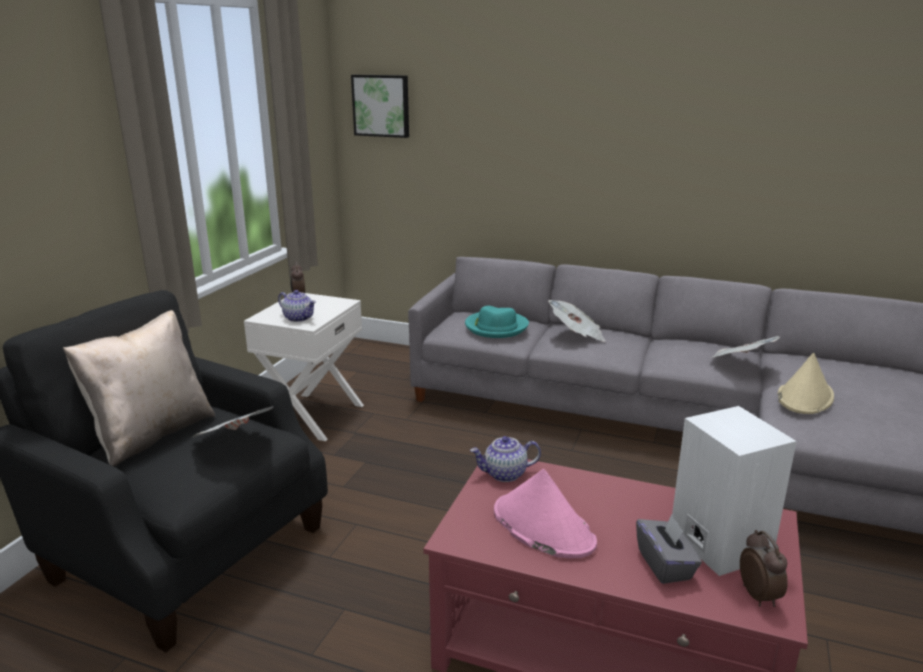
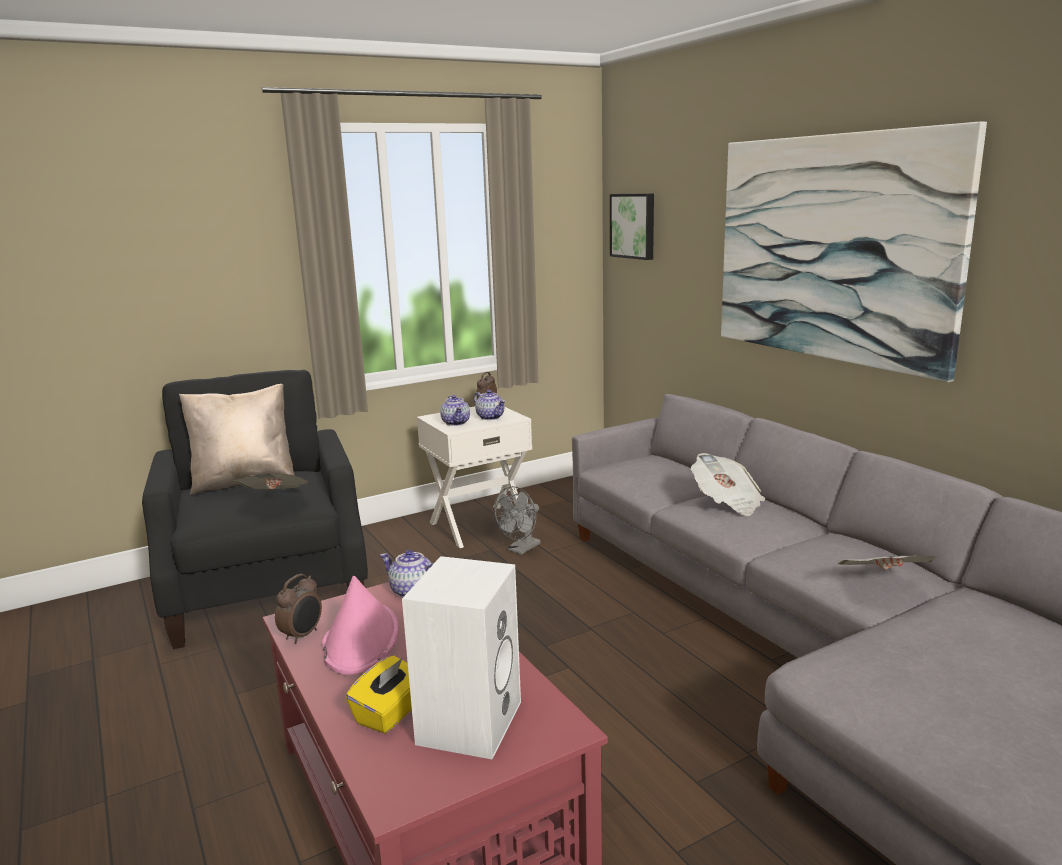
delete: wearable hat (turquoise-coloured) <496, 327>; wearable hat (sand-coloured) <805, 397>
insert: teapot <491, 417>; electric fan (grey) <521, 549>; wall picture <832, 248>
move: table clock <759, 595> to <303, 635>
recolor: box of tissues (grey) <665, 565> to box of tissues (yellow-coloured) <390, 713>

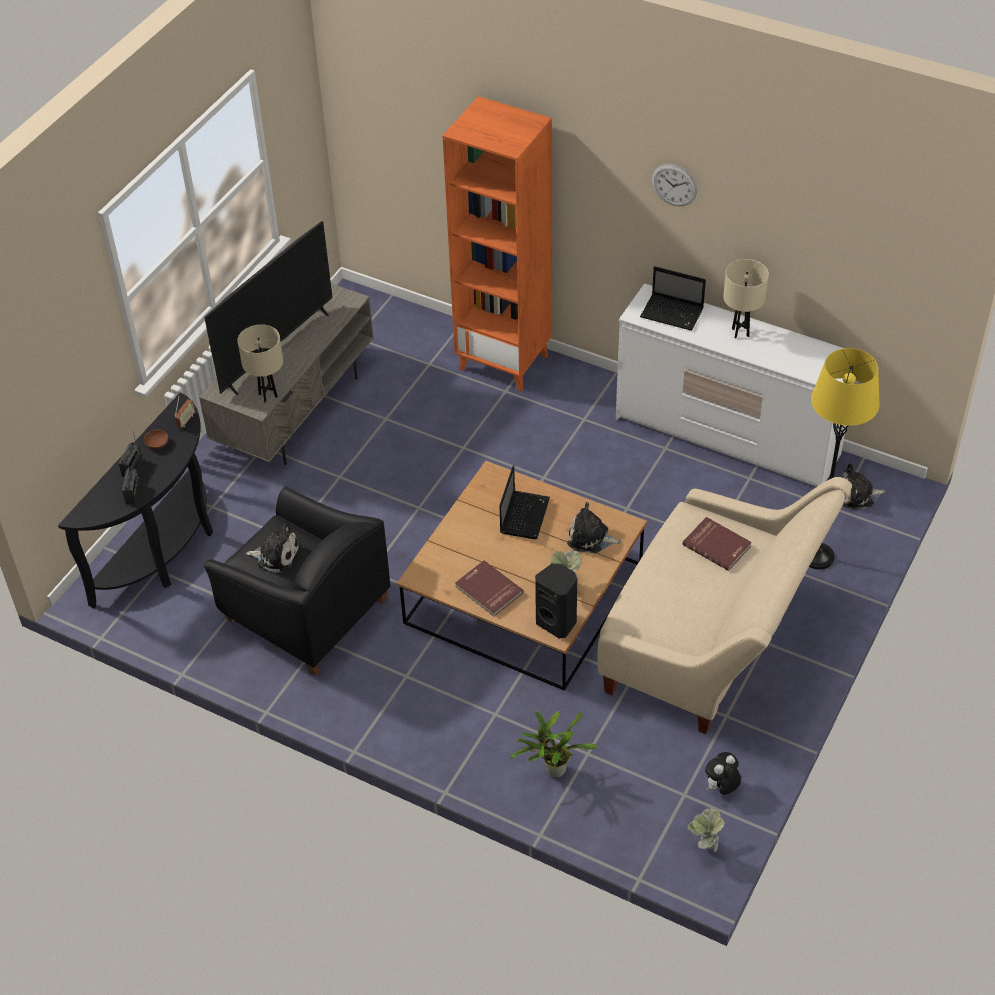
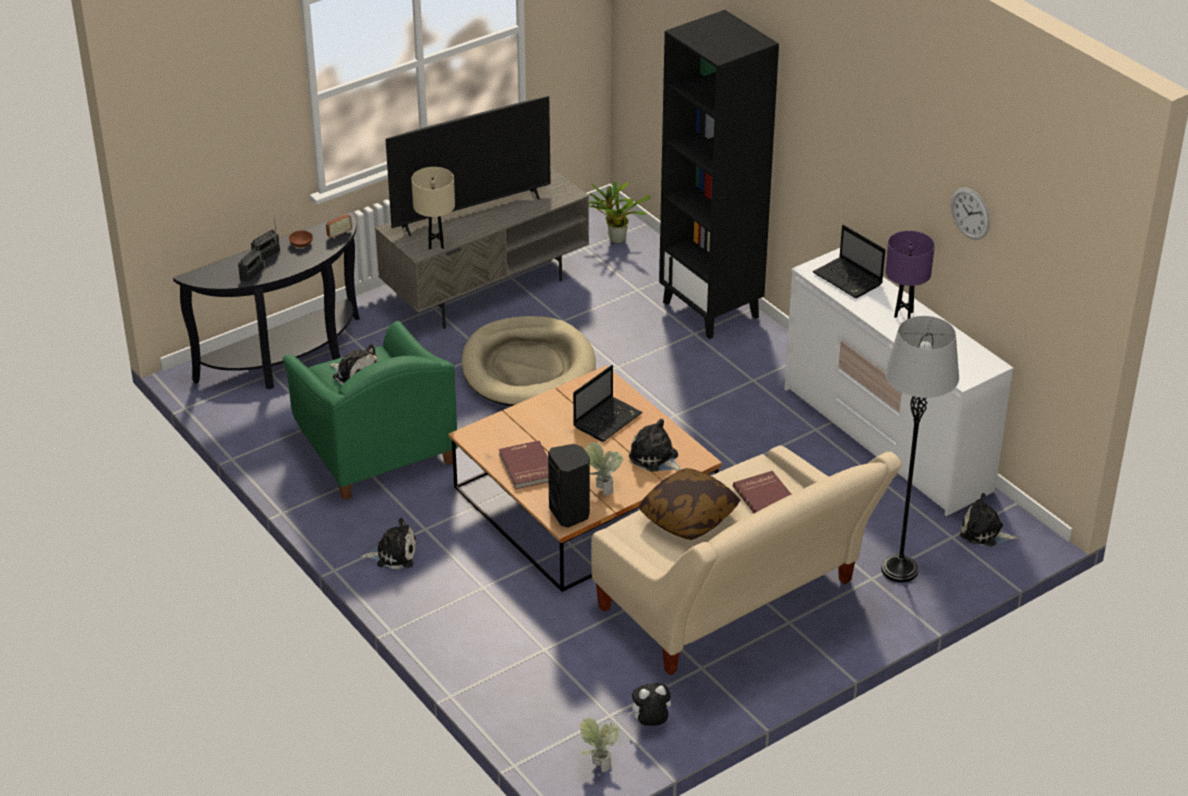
insert: plush toy <393, 554>; dog cushion (sand-coloured) <528, 368>; cushion <688, 517>
move: houseplant <552, 770> to <615, 239>; hanging clock <674, 185> to <970, 213>
recolor: armchair (black-coloured) <305, 611> to armchair (green) <373, 448>; bookcase (orange-coloured) <504, 362> to bookcase (black-coloured) <711, 310>; lamp for a table (sand-coloured) <740, 332> to lamp for a table (purple) <903, 314>; standing lamp (yellow-coloured) <817, 557> to standing lamp (grey) <899, 570>

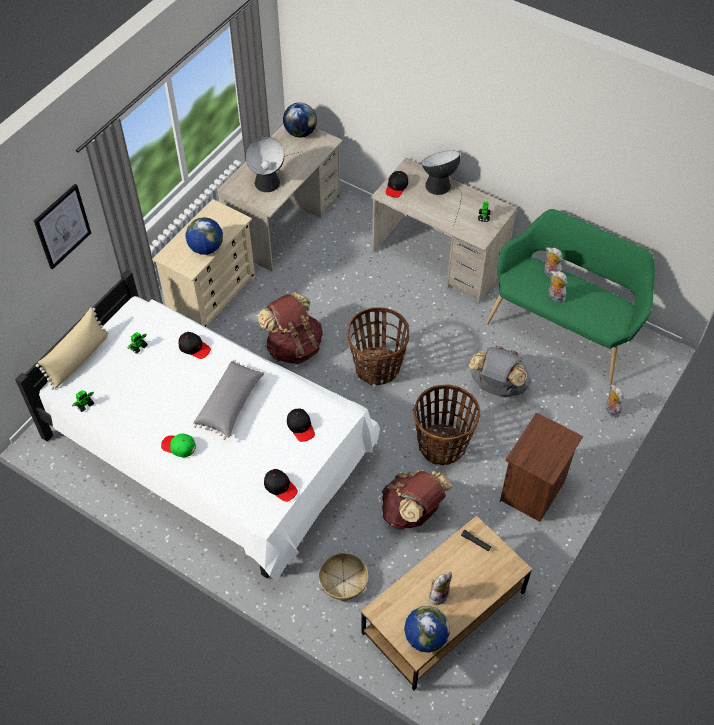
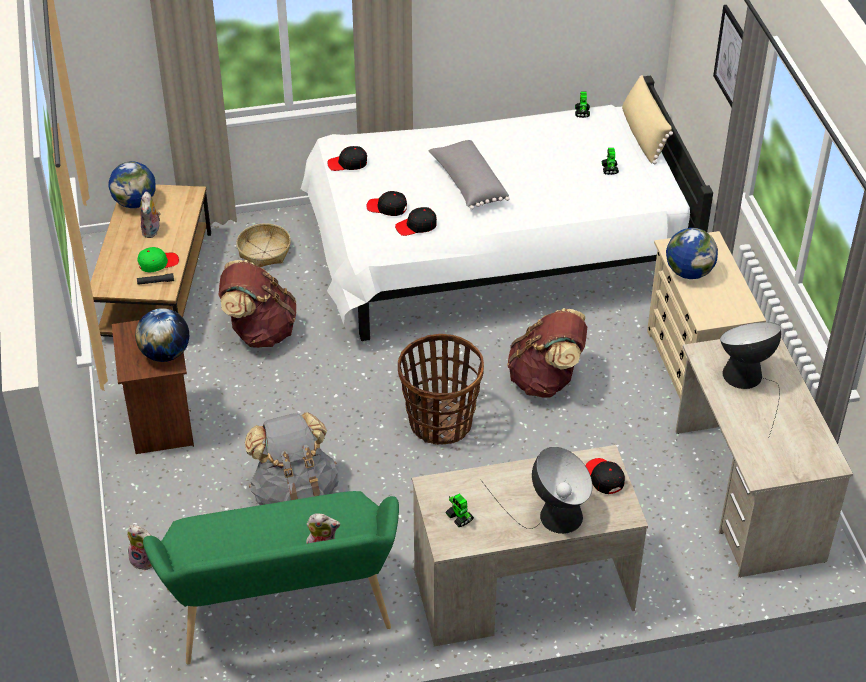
delete: basket <442, 445>; plush toy <554, 297>
move: cap (green) <179, 446> to <158, 263>; cap (black-coloured) <194, 347> to <416, 226>; globe <300, 133> to <165, 354>

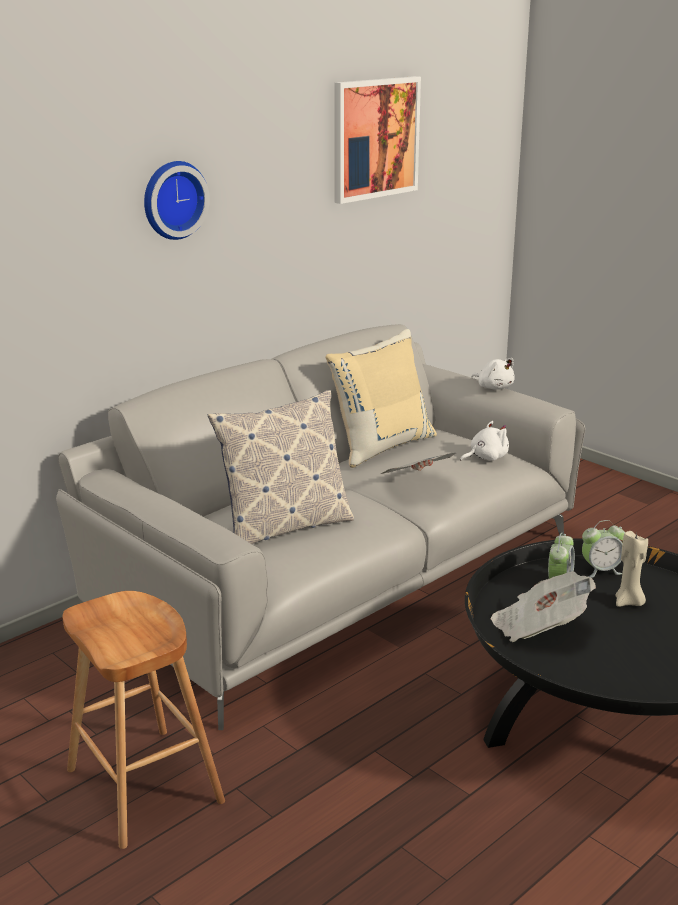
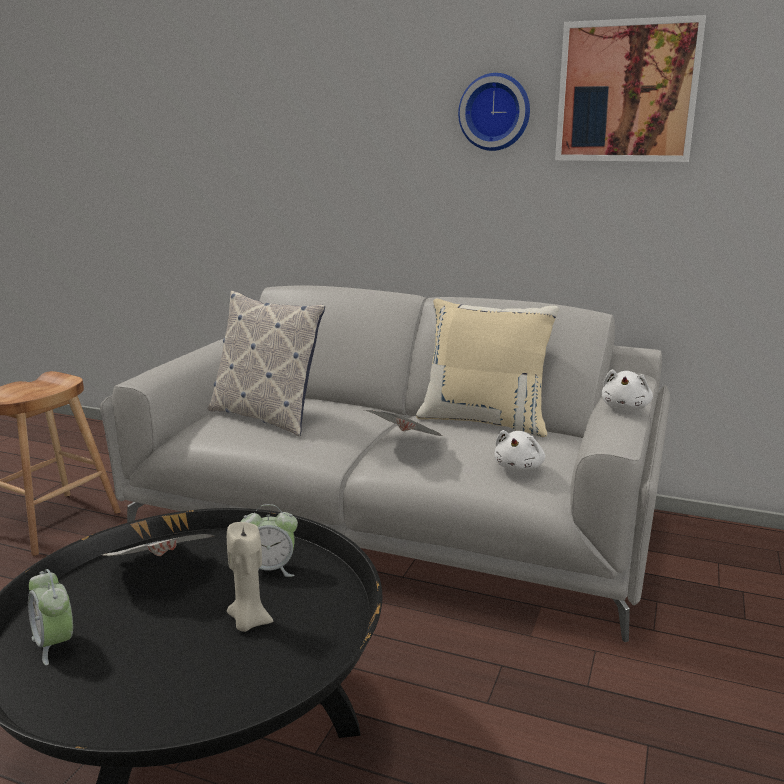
move: hanging clock <172, 199> to <495, 112>; table clock <600, 570> to <55, 645>
rotate: plush toy (white-coloured) <486, 457> = <519, 467> 75 degrees clockwise

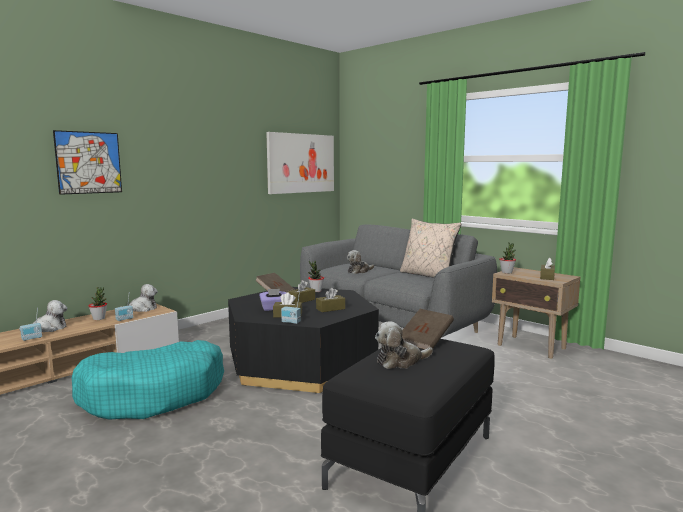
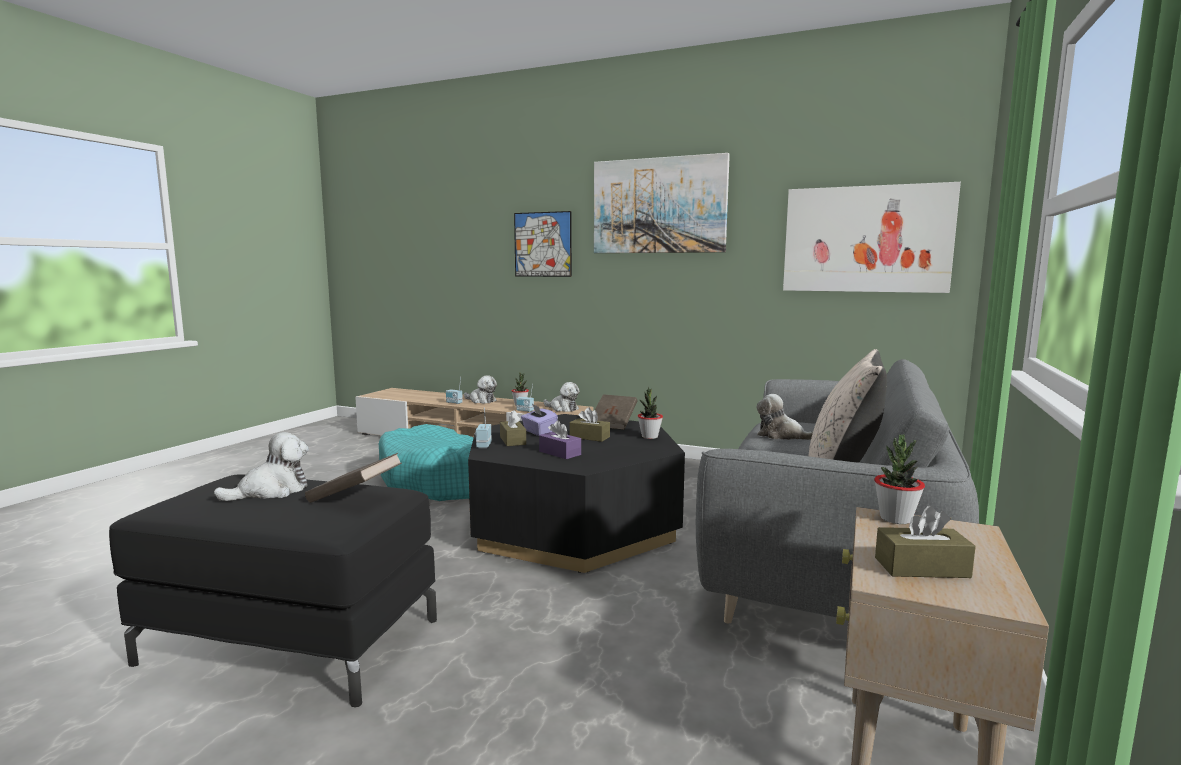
insert: wall picture <659, 206>
recolor: box of tissues (brown-coloured) <330, 309> to box of tissues (purple) <560, 453>
rotate: plush toy <400, 361> = <271, 491> 90 degrees clockwise

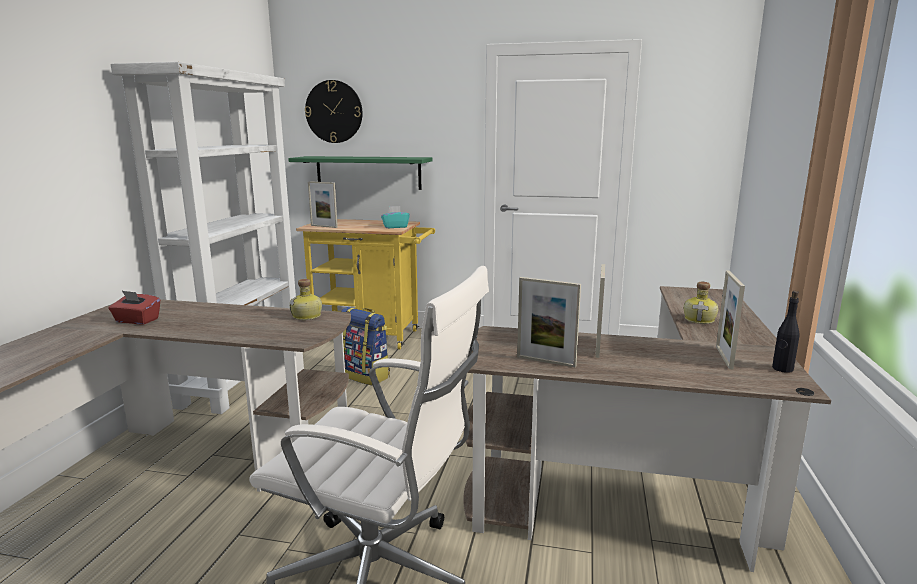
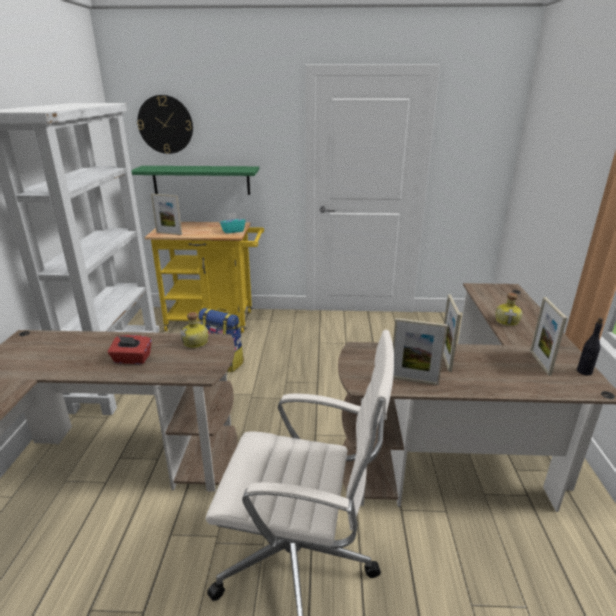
move: box of tissues (red-coloured) <137, 321> to <132, 359>

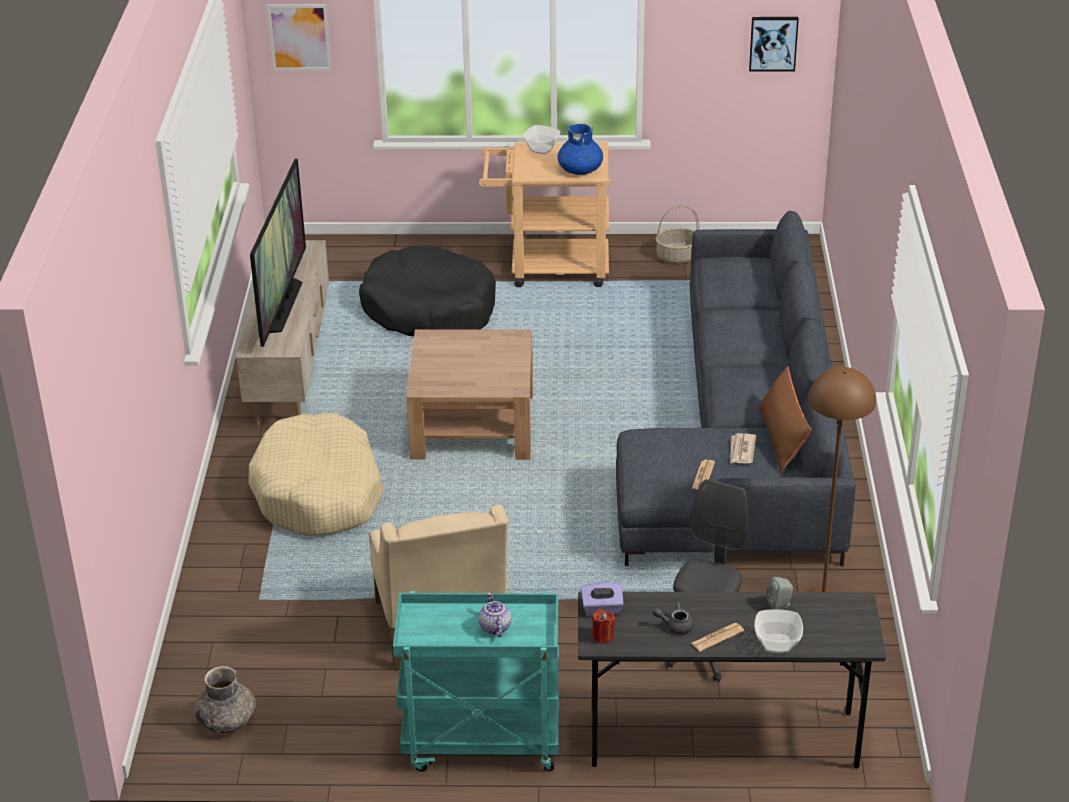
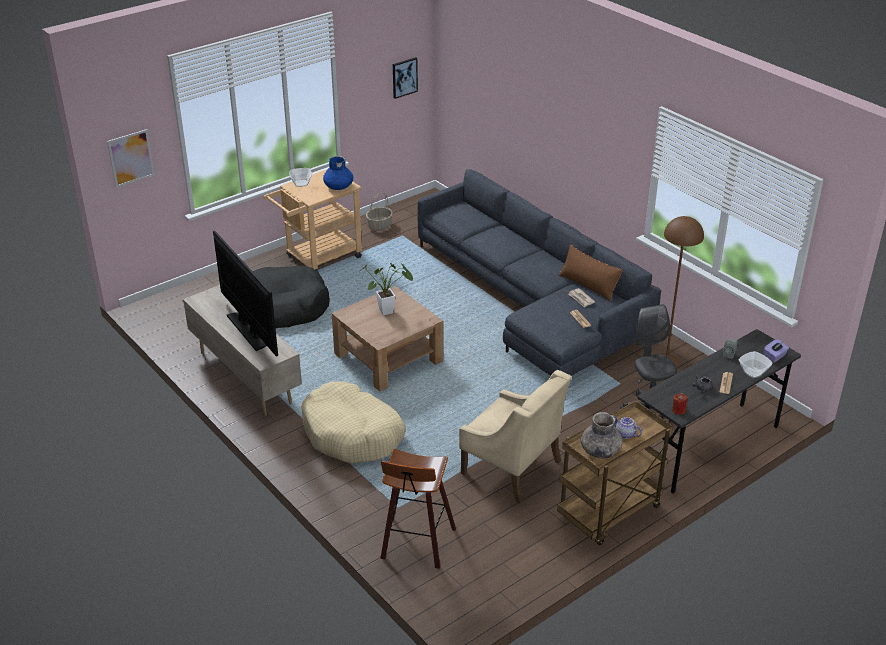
insert: houseplant <389, 311>; sitting stool <416, 545>
move: flower vase (grey) <227, 720> to <600, 450>; box of tissues (purple) <602, 609> to <774, 357>
recolor: wheeled cart (turquoise-coloured) <480, 744> to wheeled cart (brown-coloured) <609, 514>

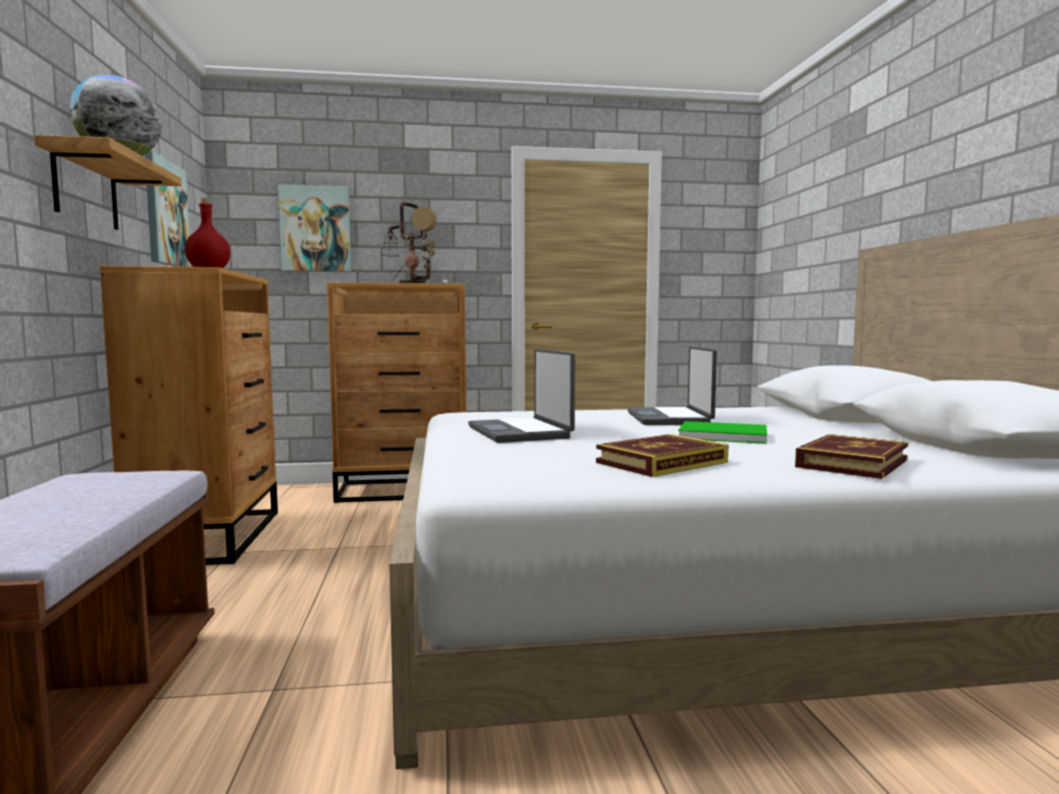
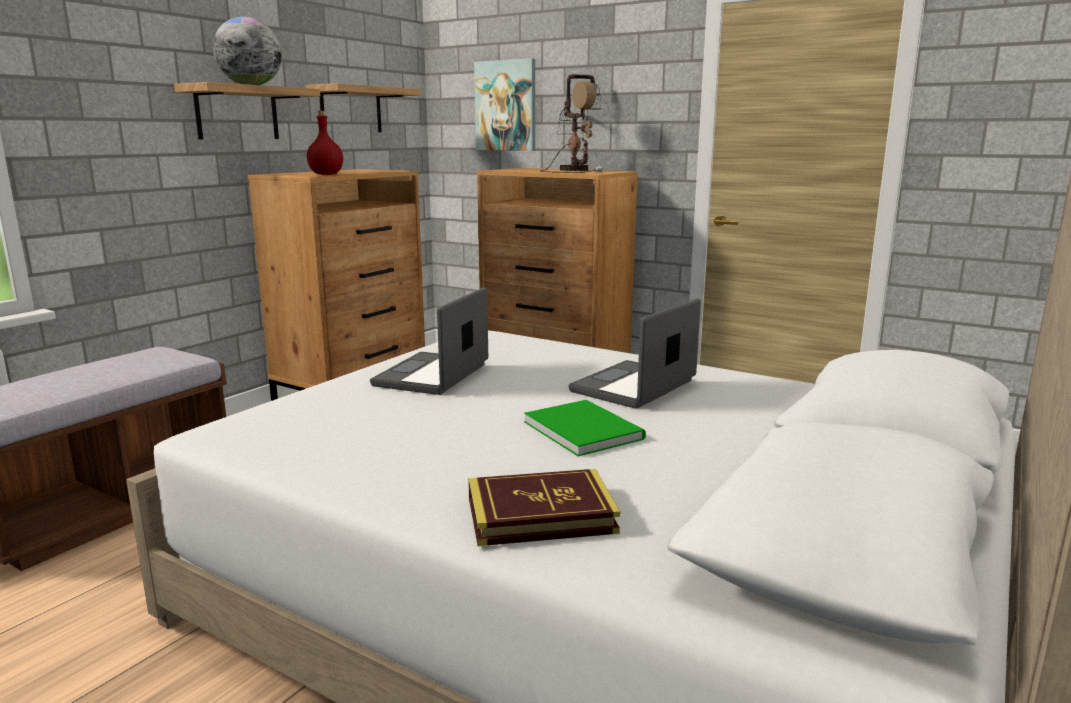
delete: book <662, 462>
replace: wall picture <165, 213> to bracket shelf <351, 110>

